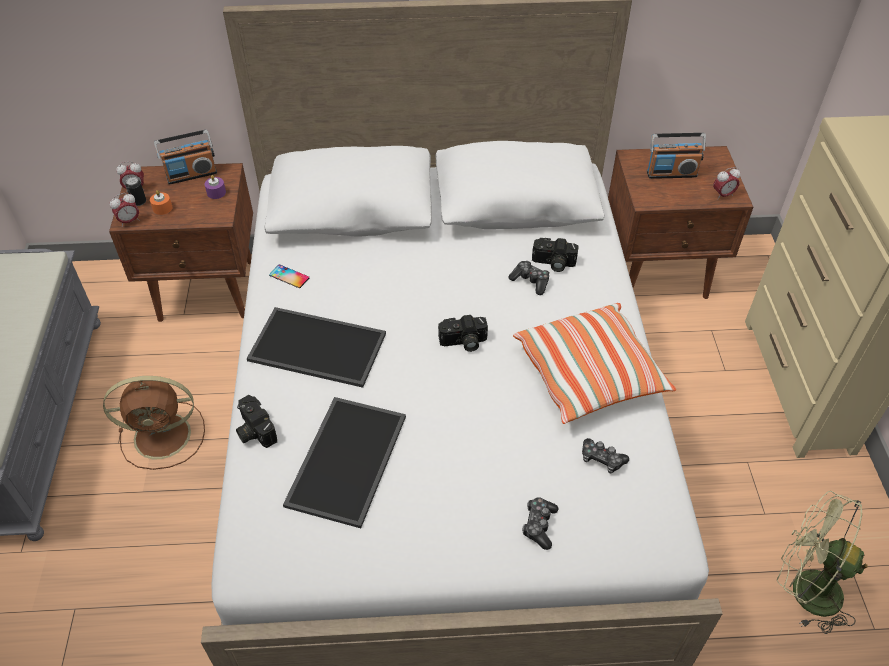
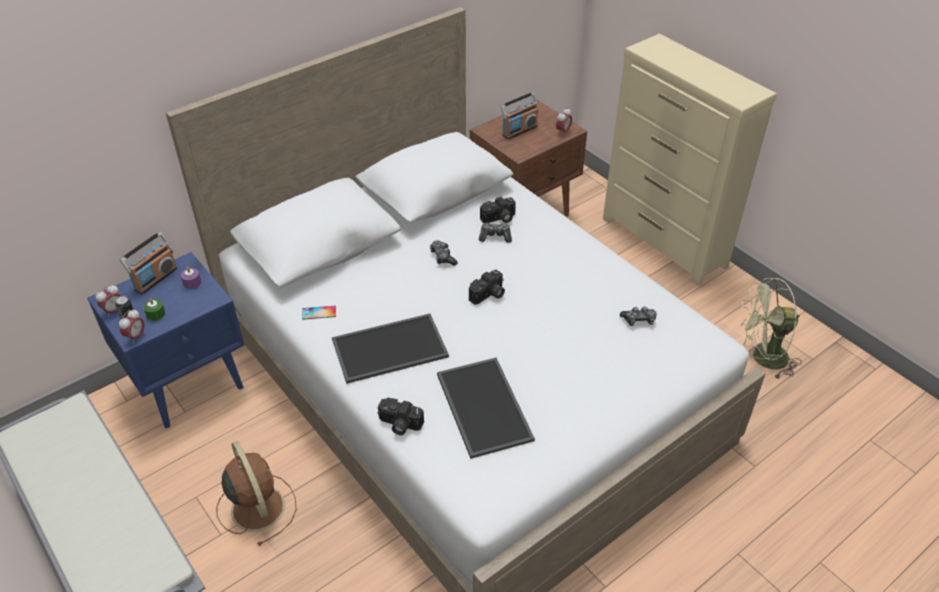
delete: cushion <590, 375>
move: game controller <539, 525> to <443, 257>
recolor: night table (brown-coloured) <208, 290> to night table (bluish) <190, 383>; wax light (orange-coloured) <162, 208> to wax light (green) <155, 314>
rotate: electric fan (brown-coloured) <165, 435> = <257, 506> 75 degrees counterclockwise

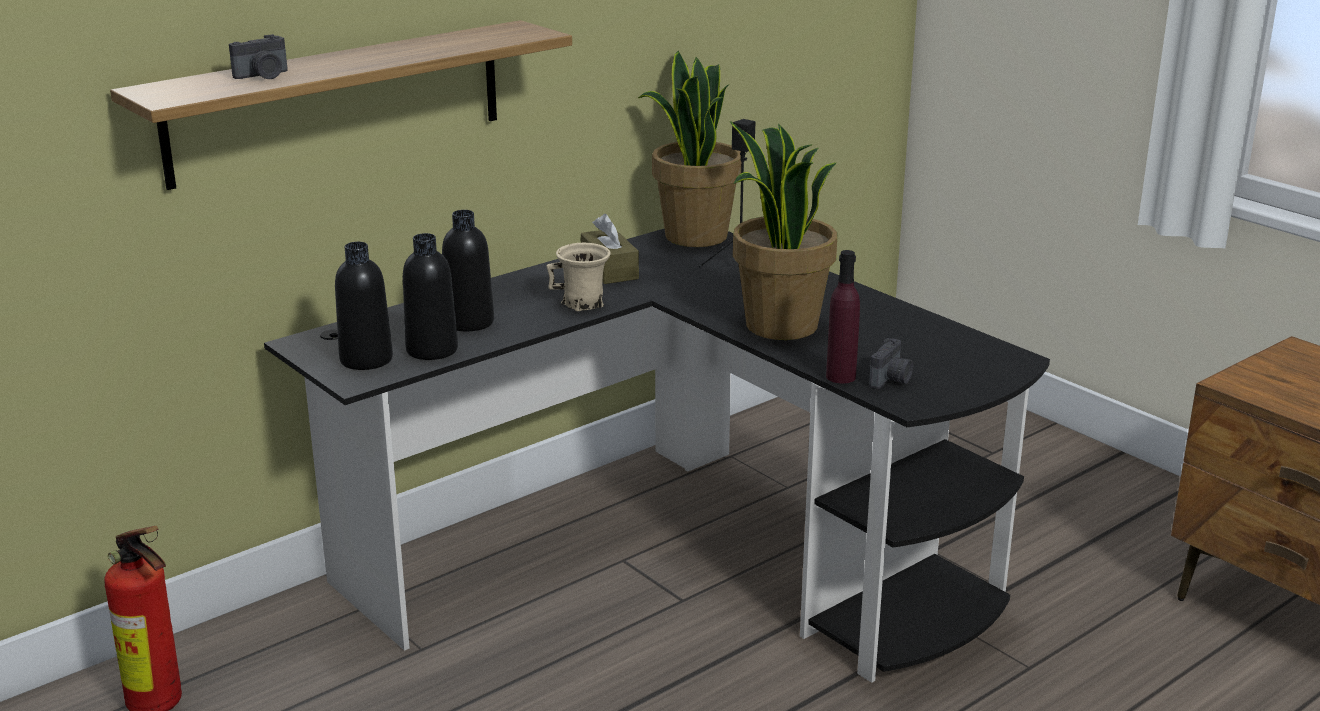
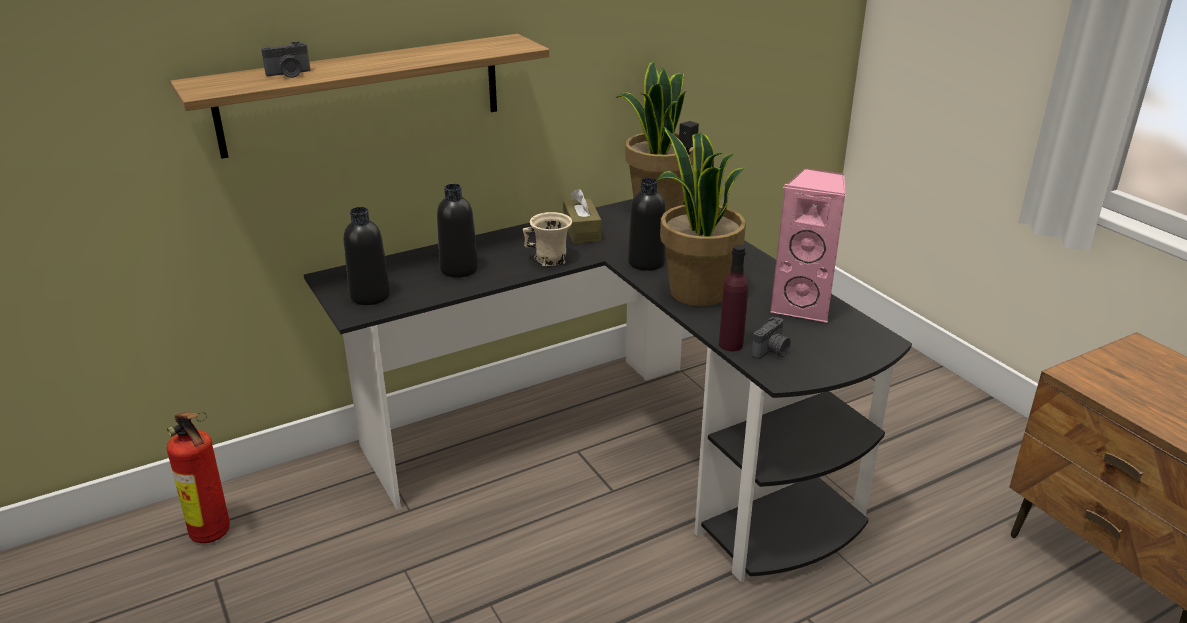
insert: speaker (pinkish) <804, 306>
move: bottle (black-coloured) <432, 350> to <646, 262>

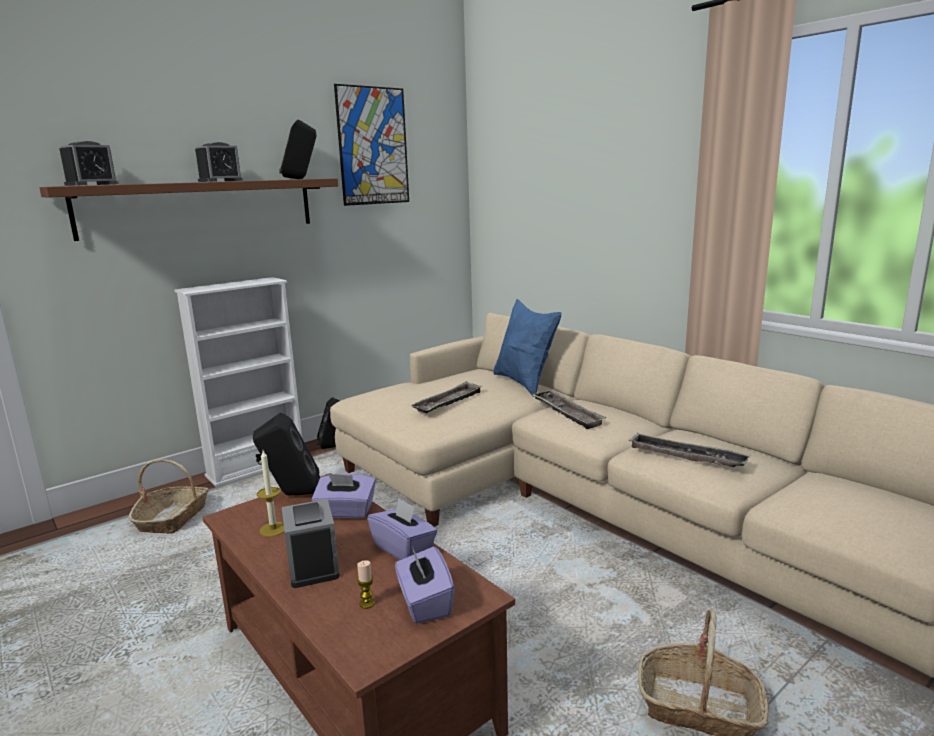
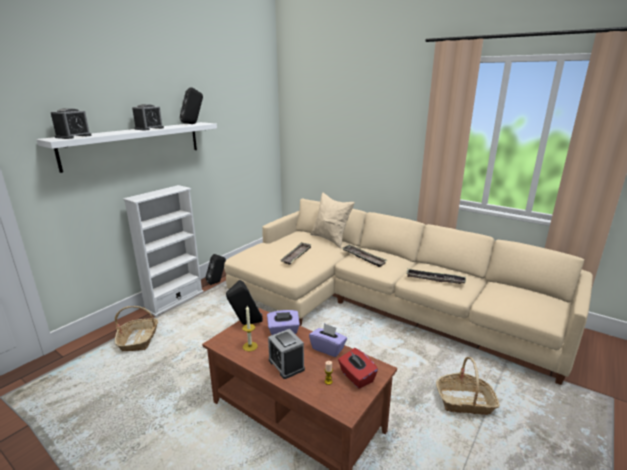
delete: wall picture <373, 146>
recolor: bracket shelf (brown-coloured) <200, 207> to bracket shelf (white-coloured) <135, 144>; box of tissues (purple) <424, 603> to box of tissues (red-coloured) <356, 377>; cushion (bluish) <525, 383> to cushion (sand-coloured) <330, 239>

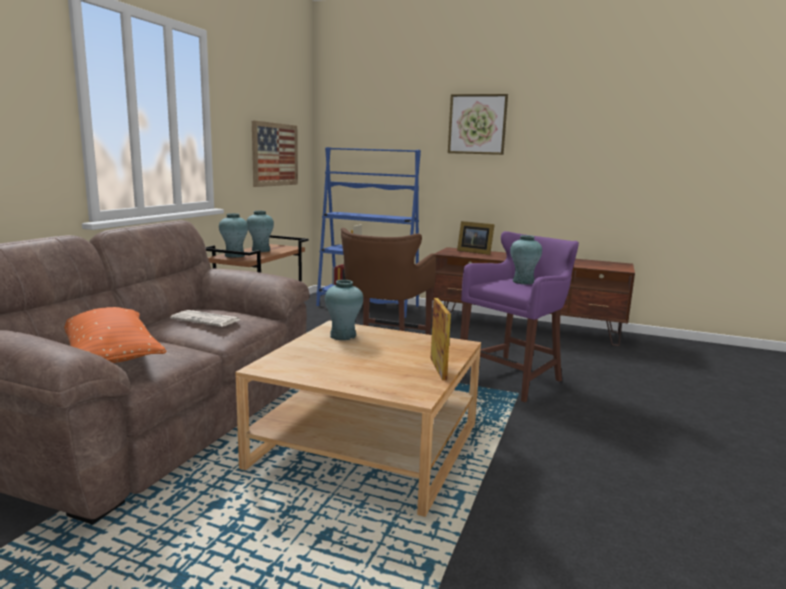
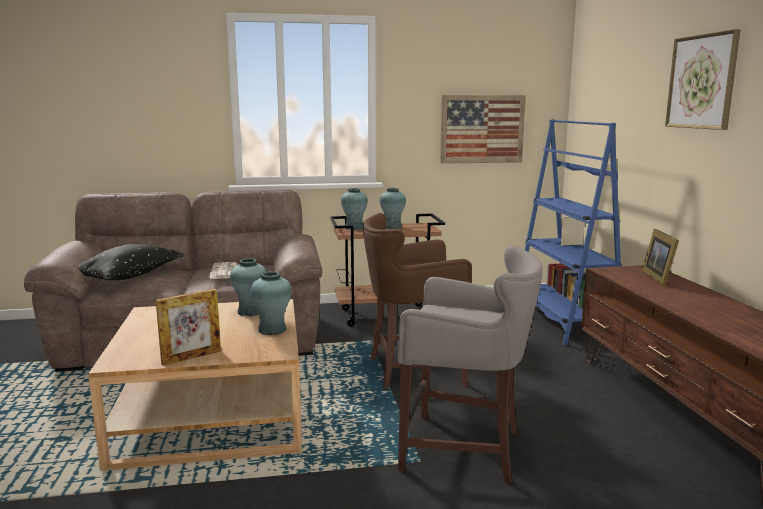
move: flower vase (turquoise-coloured) <523, 282> to <272, 330>
recolor: cushion (orange-coloured) <110, 356> to cushion (black-coloured) <129, 276>; sitting stool (purple) <513, 379> to sitting stool (grey) <465, 449>

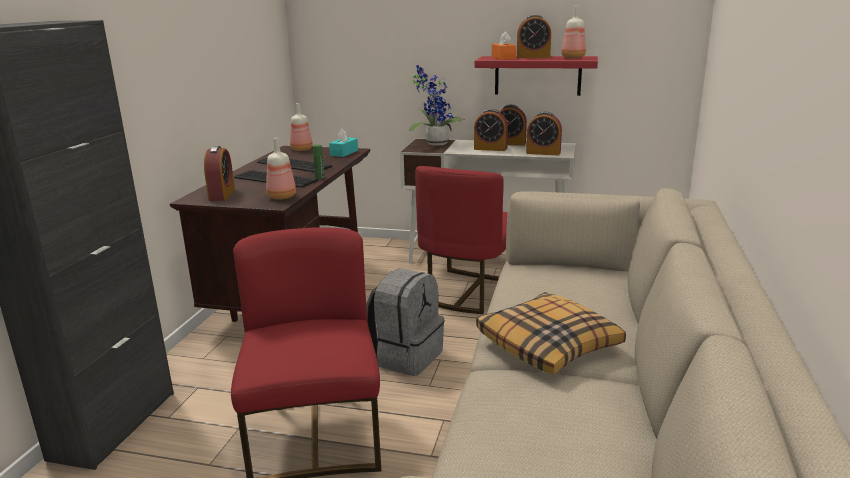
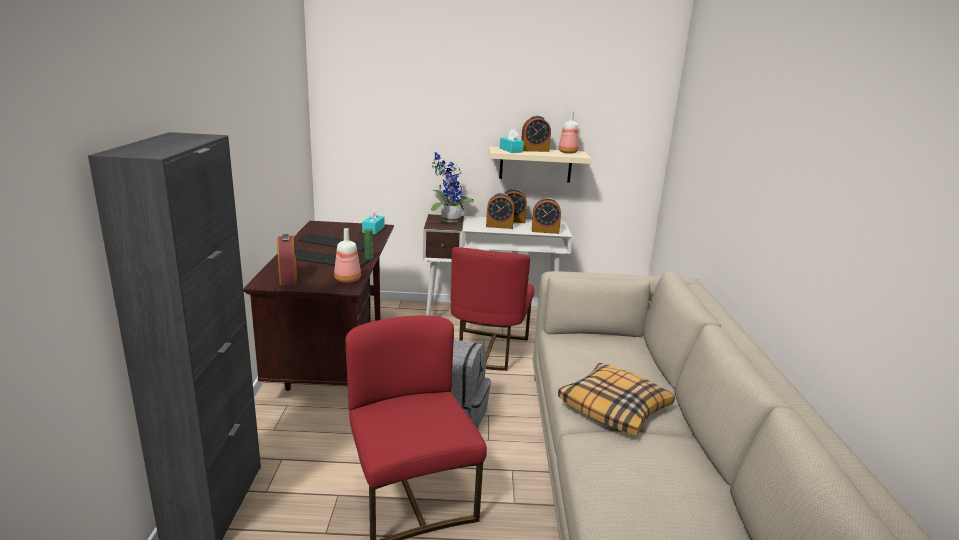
delete: bottle <301, 149>
recolor: bracket shelf (red-coloured) <537, 75> to bracket shelf (sand-coloured) <535, 164>; box of tissues (orange-coloured) <503, 58> to box of tissues (turquoise-coloured) <511, 150>

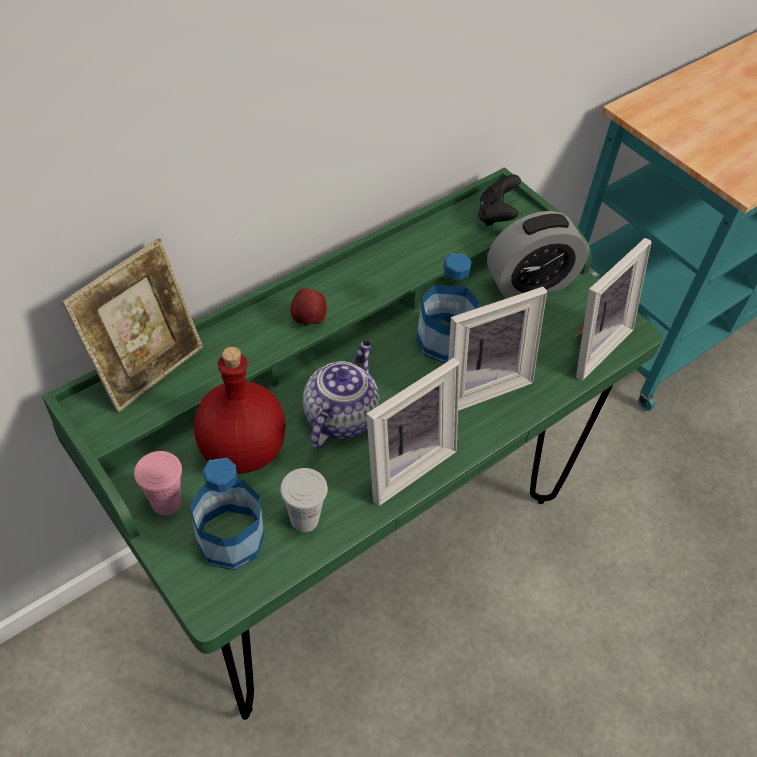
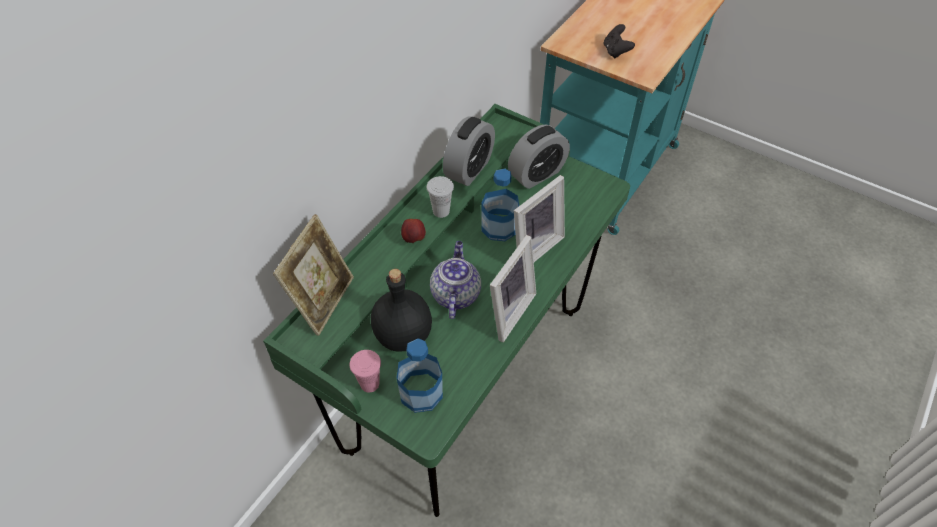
delete: standing frame <590, 343>
insert: table clock <469, 169>
move: cup (white-coloured) <304, 519> to <441, 211>; game controller (black-coloured) <496, 215> to <616, 51>
recolor: bottle (red-coloured) <243, 449> to bottle (black-coloured) <403, 334>

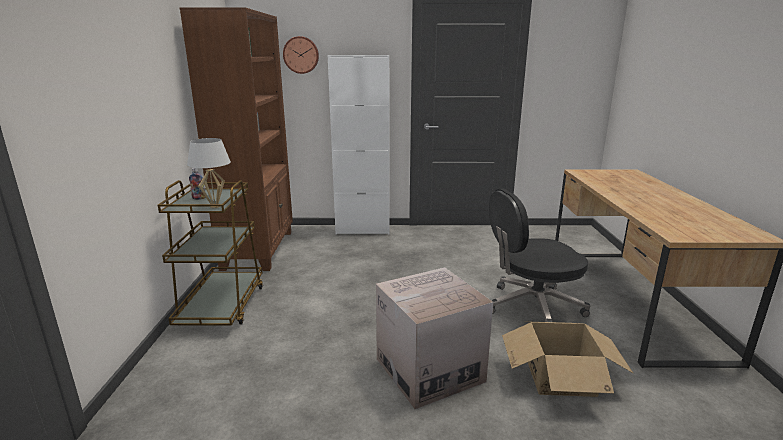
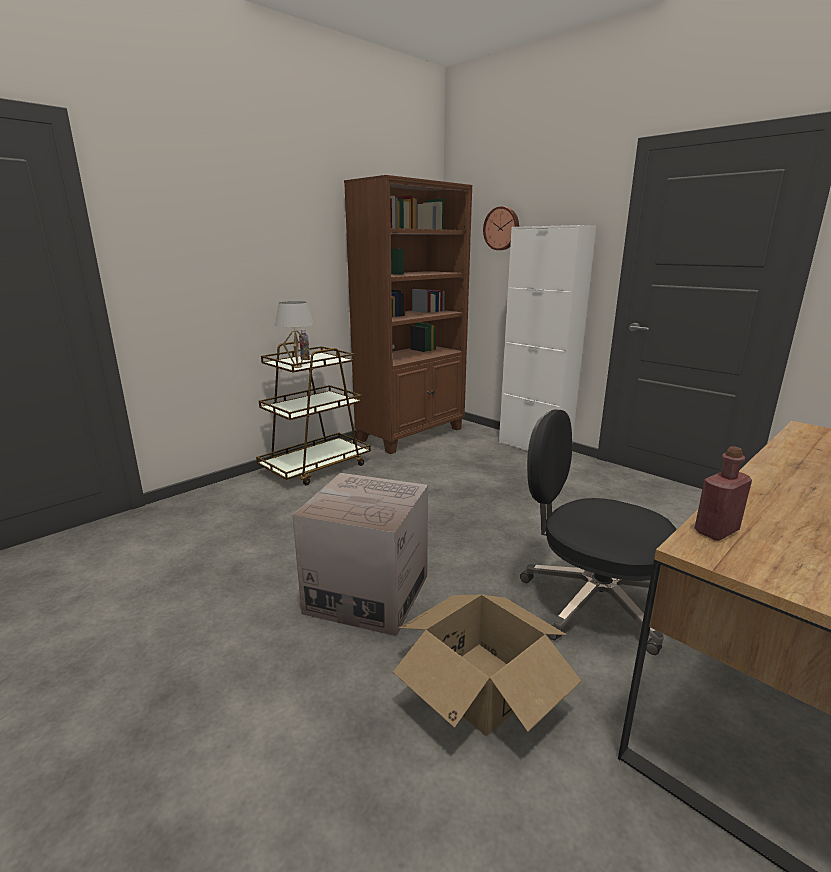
insert: bottle (red-coloured) <716, 531>

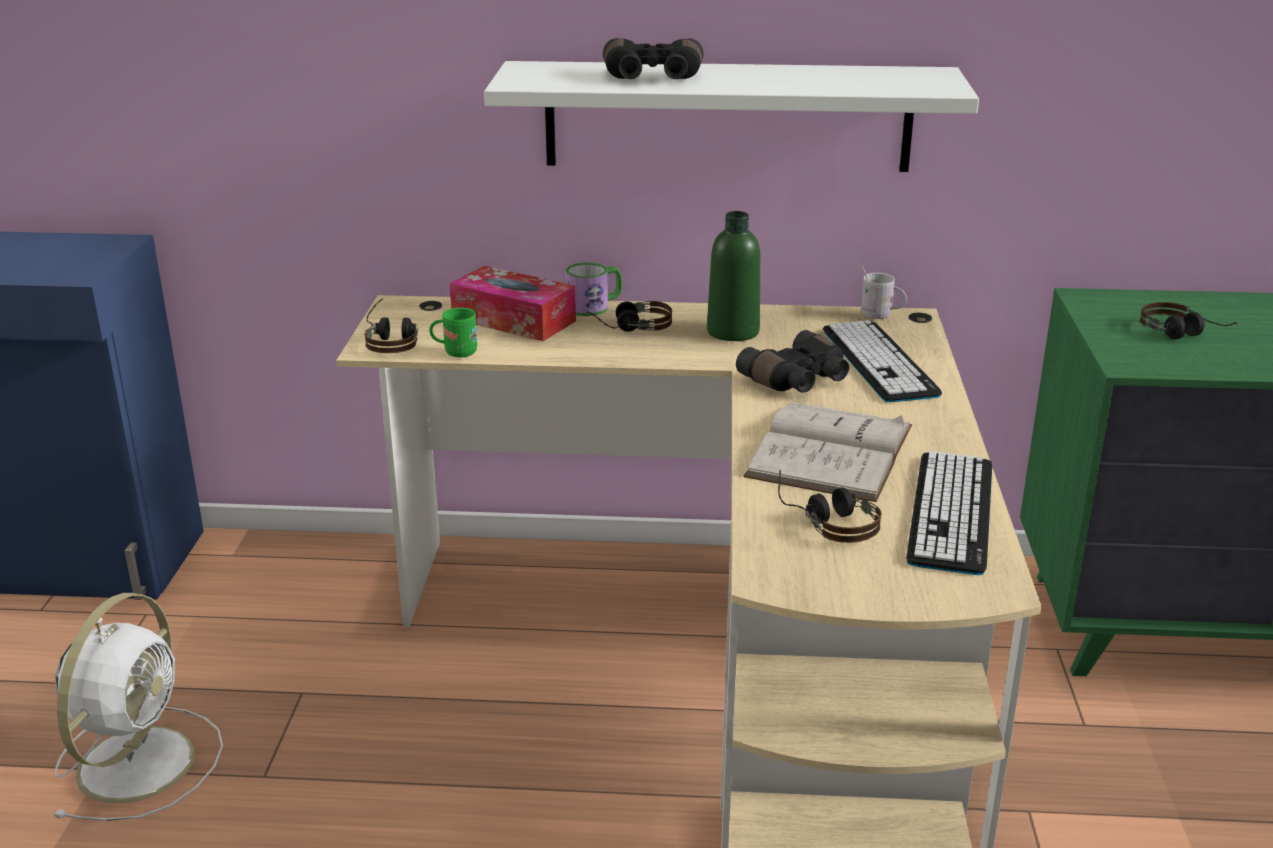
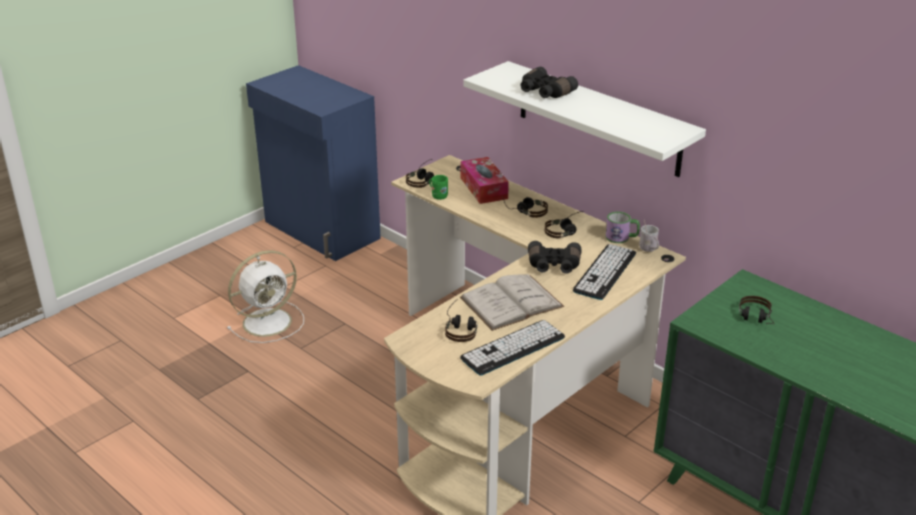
move: coffee mug <594, 306> to <621, 237>
replace: bottle (green) <733, 332> to pair of headphones <566, 231>

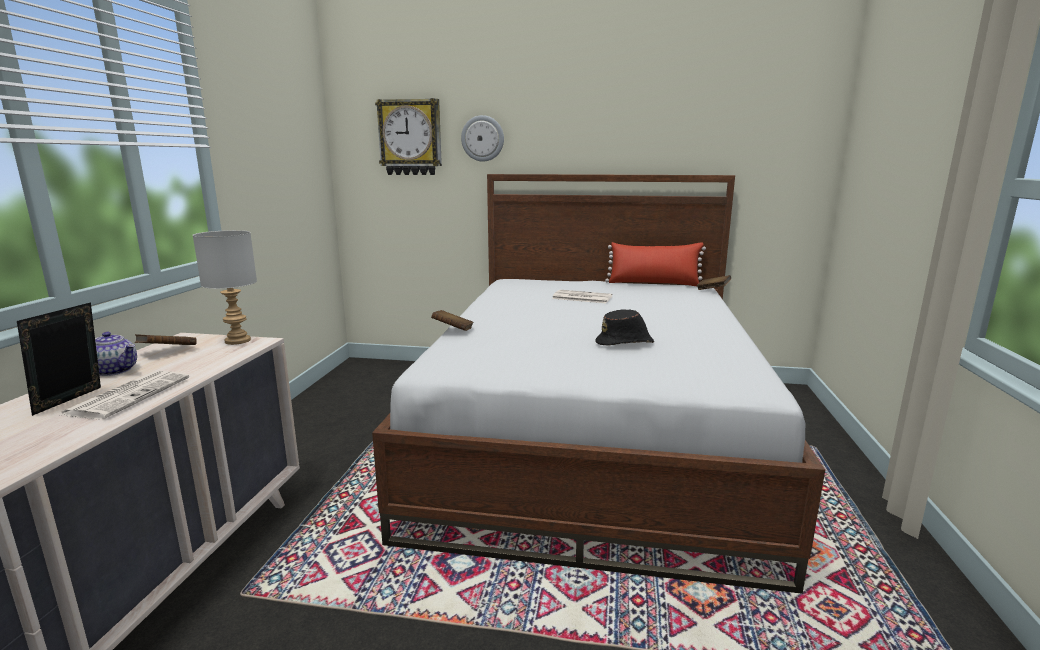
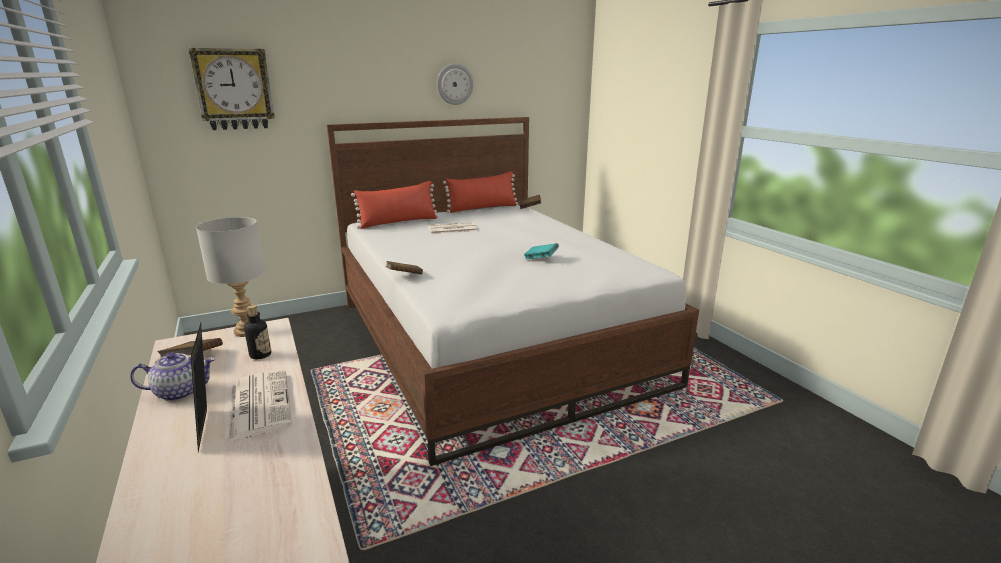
insert: bottle <260, 355>; cushion (red-coloured) <398, 222>
move: hanging clock <482, 138> to <454, 84>
replace: wearable hat (black-coloured) <625, 343> to book (turquoise-coloured) <541, 259>

